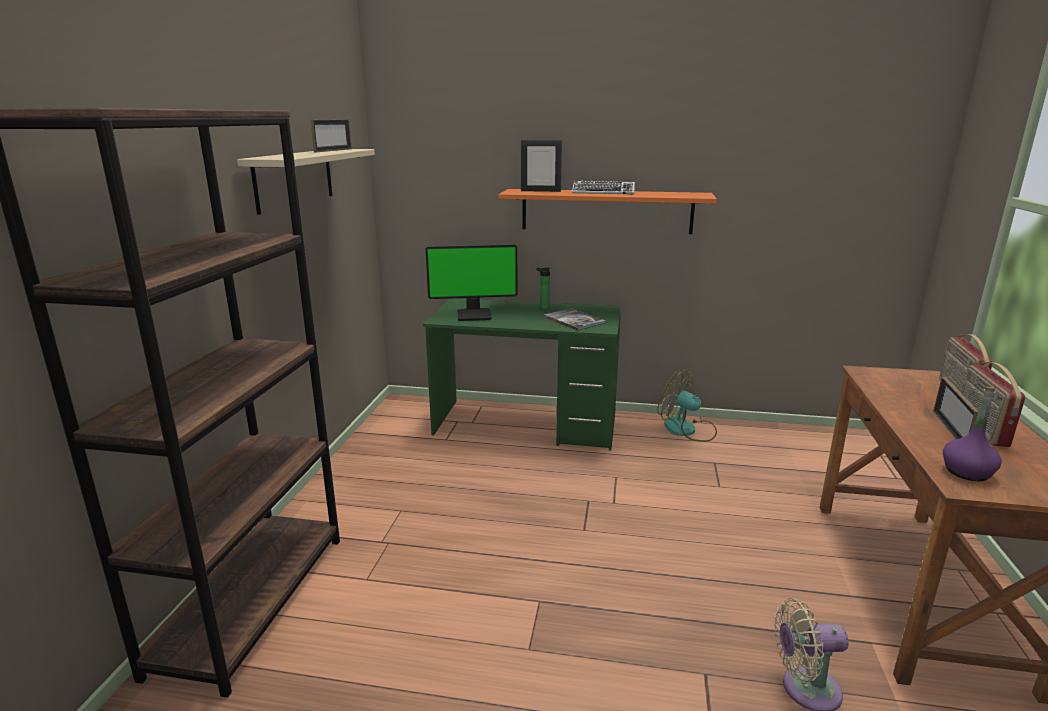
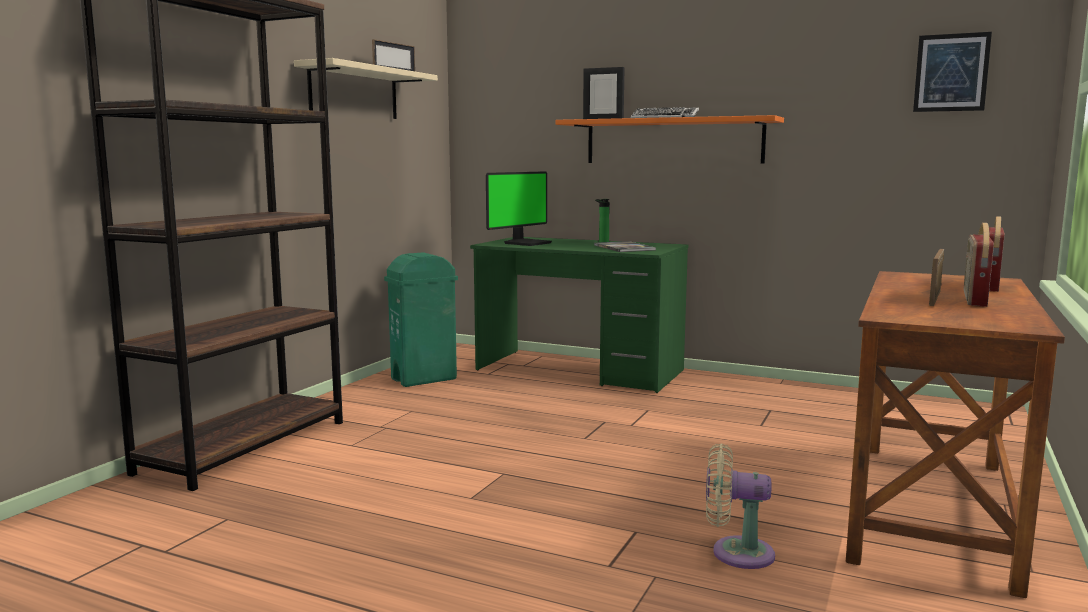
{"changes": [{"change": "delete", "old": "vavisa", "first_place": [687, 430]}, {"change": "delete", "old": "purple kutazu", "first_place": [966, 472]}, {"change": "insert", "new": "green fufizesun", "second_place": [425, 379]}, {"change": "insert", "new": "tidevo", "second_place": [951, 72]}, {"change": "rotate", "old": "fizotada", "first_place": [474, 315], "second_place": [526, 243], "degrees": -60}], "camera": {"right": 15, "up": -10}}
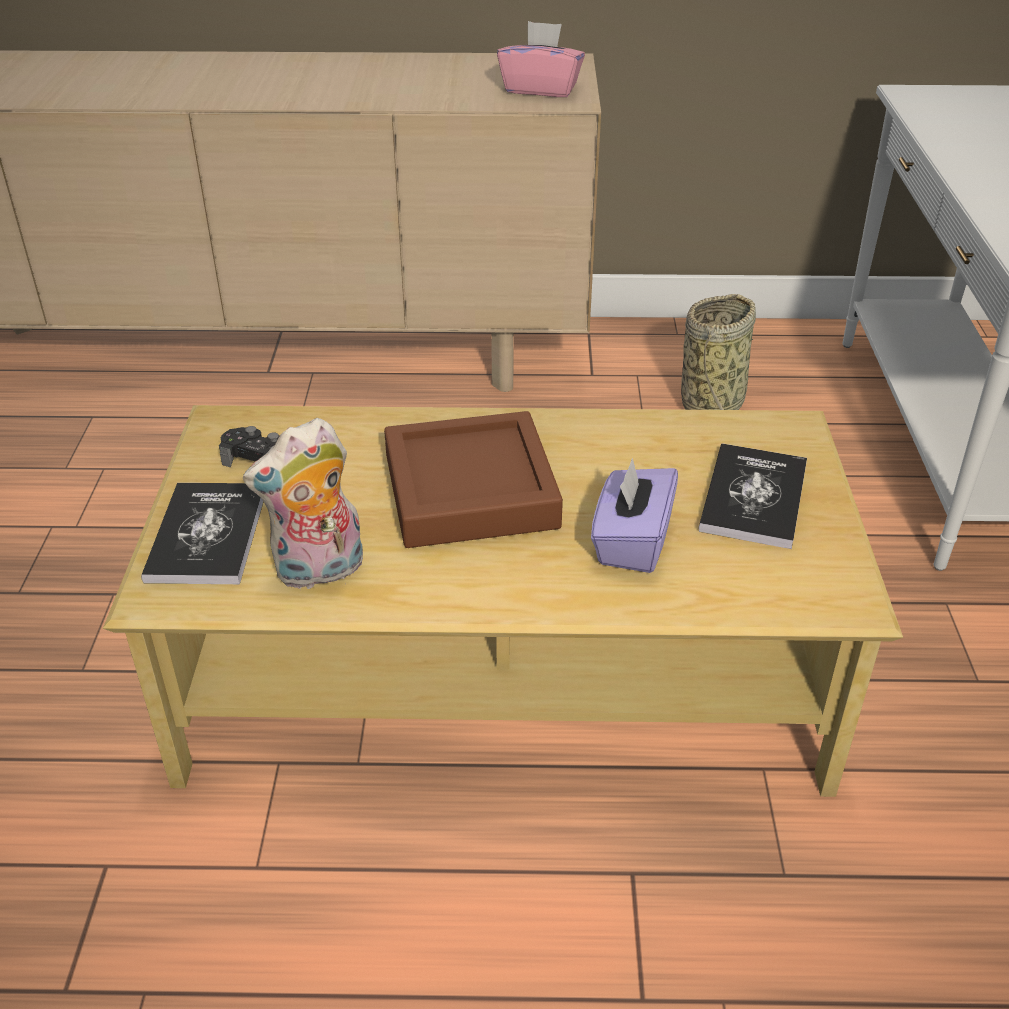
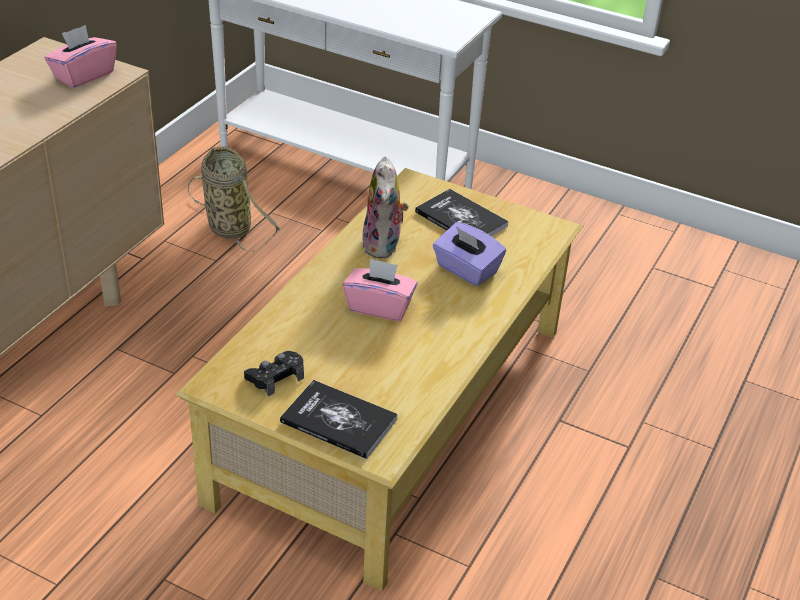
{"changes": [{"change": "move", "old": "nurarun", "first_place": [319, 572], "second_place": [384, 246]}, {"change": "replace", "old": "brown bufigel", "new": "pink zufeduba", "first_place": [470, 491], "second_place": [379, 307]}], "camera": {"right": -65, "up": 0}}
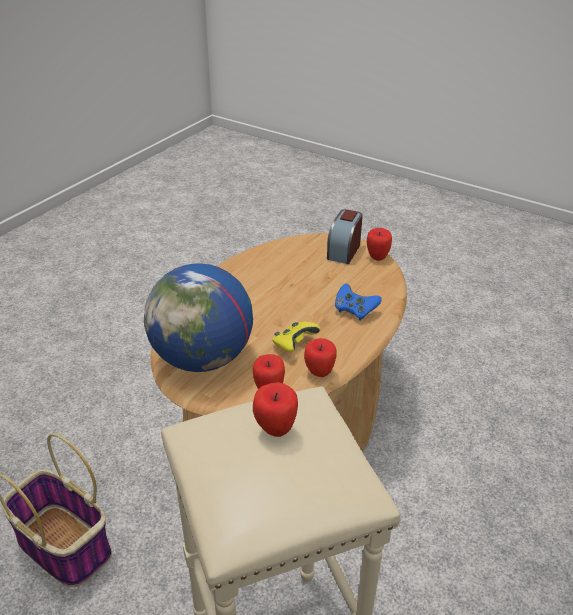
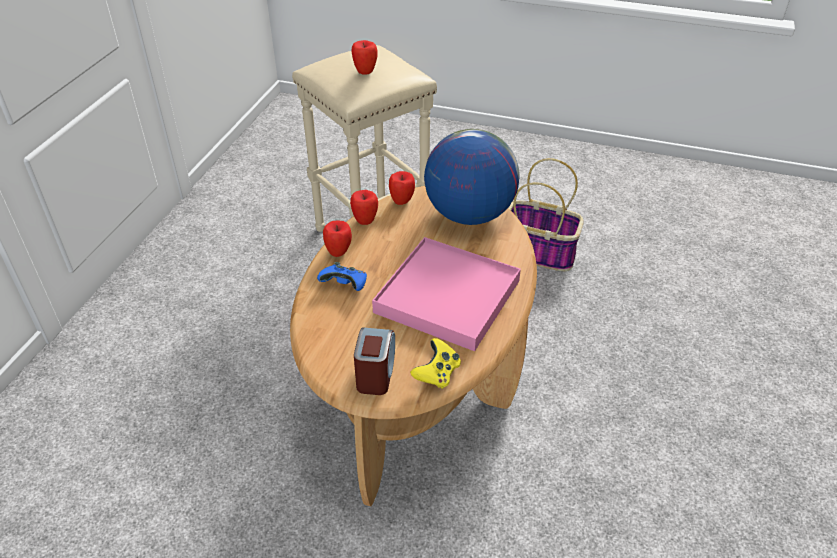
{"changes": [{"change": "insert", "new": "pink bufigel", "second_place": [448, 296]}, {"change": "move", "old": "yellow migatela", "first_place": [294, 345], "second_place": [437, 374]}, {"change": "move", "old": "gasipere", "first_place": [377, 257], "second_place": [338, 253]}], "camera": {"right": 165, "up": 5}}
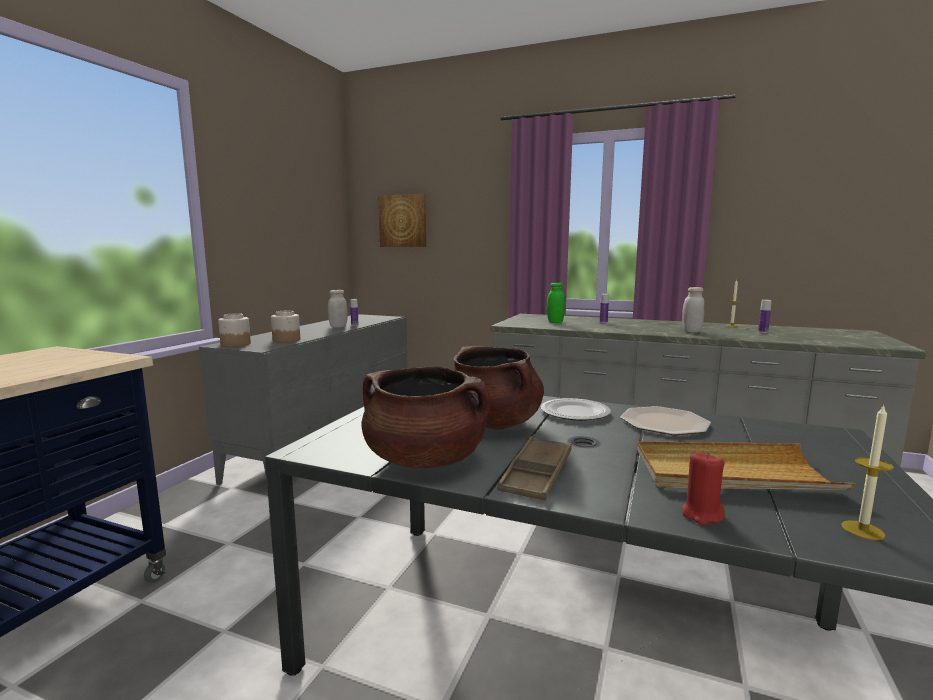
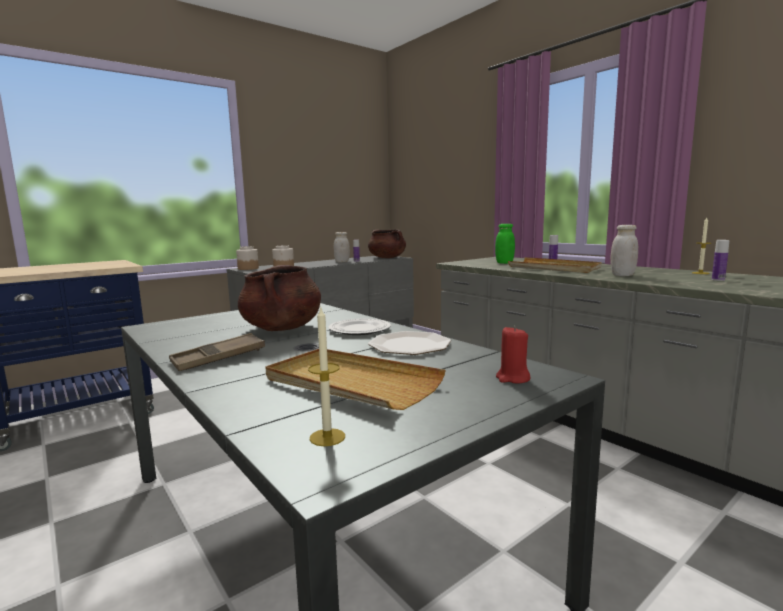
{"changes": [{"change": "delete", "old": "tidevo", "first_place": [403, 221]}, {"change": "insert", "new": "beige bufigel", "second_place": [554, 268]}, {"change": "move", "old": "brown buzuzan", "first_place": [425, 460], "second_place": [387, 258]}, {"change": "move", "old": "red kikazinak", "first_place": [702, 515], "second_place": [512, 378]}], "camera": {"right": 30, "up": 0}}
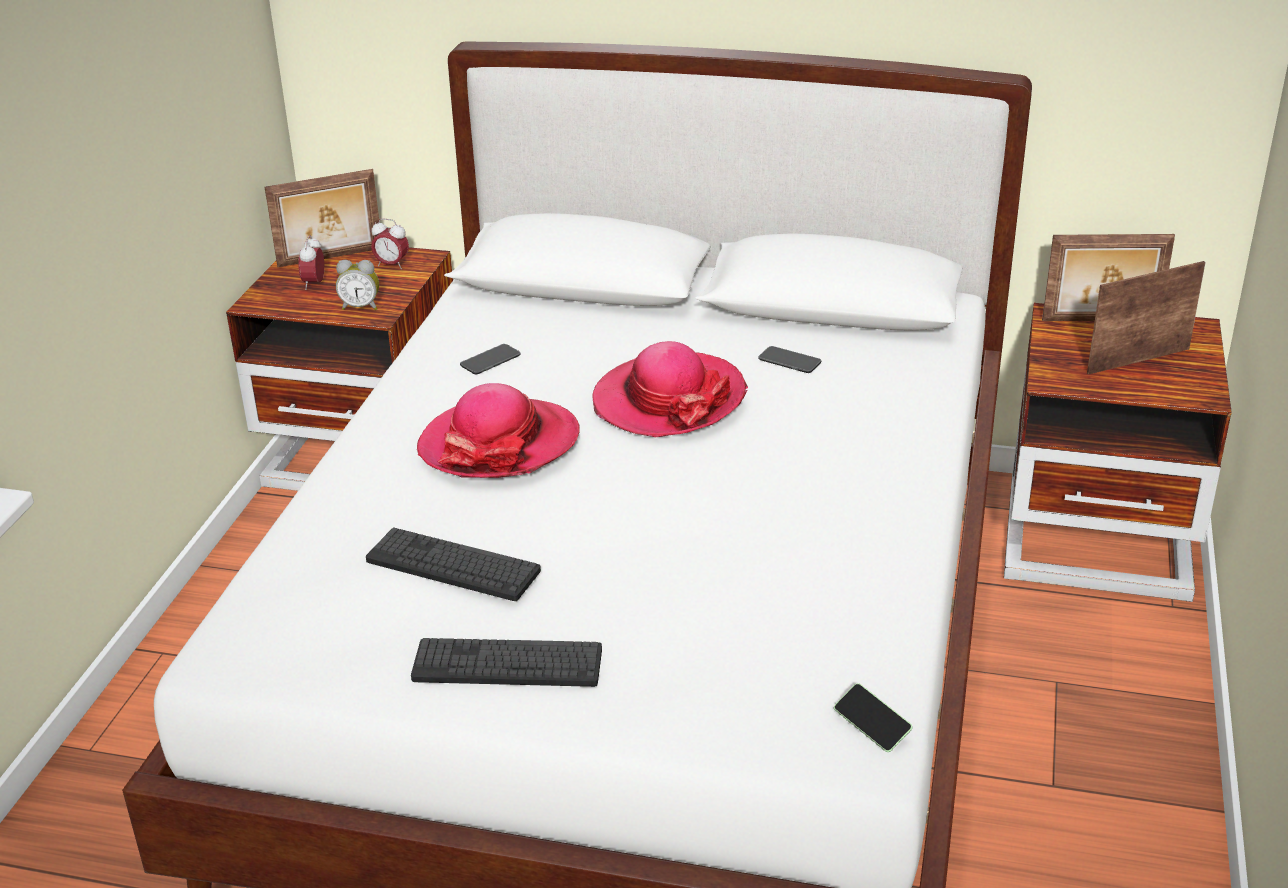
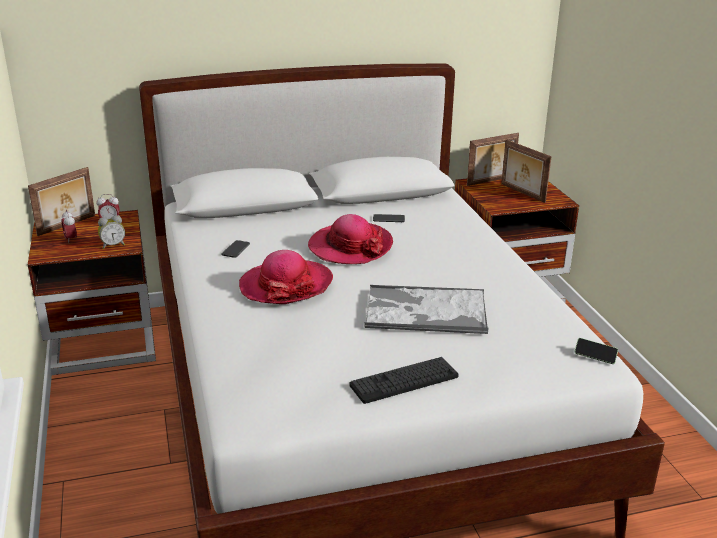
{"changes": [{"change": "delete", "old": "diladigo", "first_place": [453, 566]}, {"change": "insert", "new": "bufigel", "second_place": [424, 311]}, {"change": "rotate", "old": "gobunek", "first_place": [1137, 360], "second_place": [522, 193], "degrees": -75}], "camera": {"right": -30, "up": -5}}
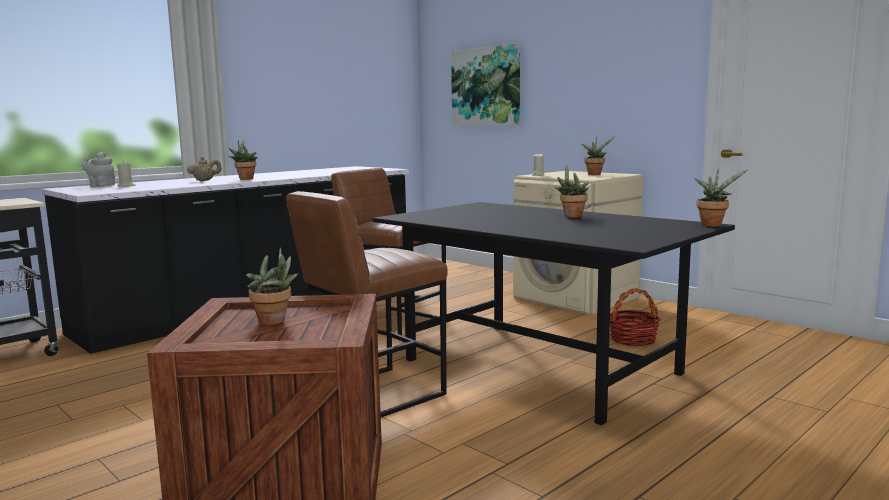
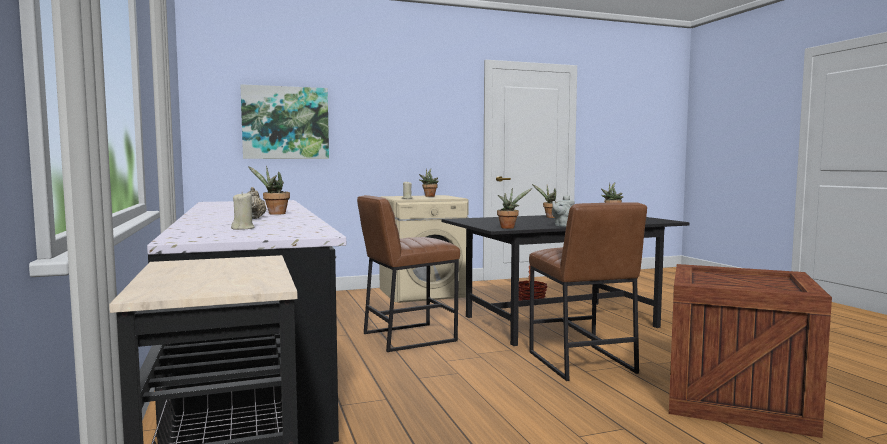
{"changes": [{"change": "move", "old": "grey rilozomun", "first_place": [100, 186], "second_place": [563, 226]}, {"change": "move", "old": "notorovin", "first_place": [275, 322], "second_place": [509, 227]}], "camera": {"right": -65, "up": -5}}
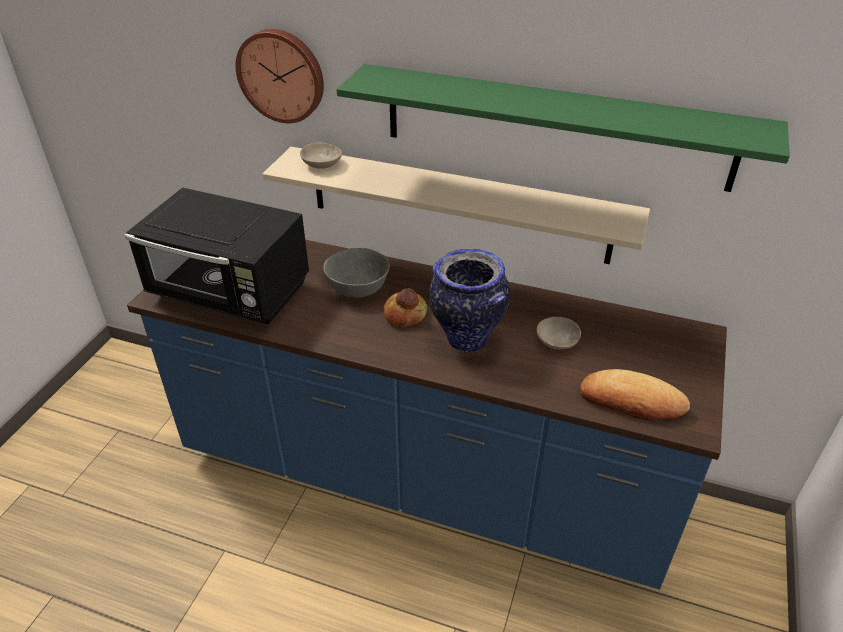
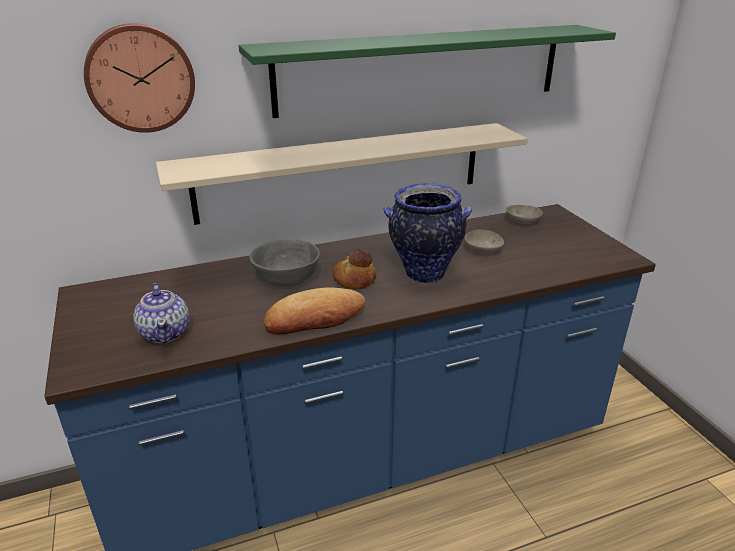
{"changes": [{"change": "move", "old": "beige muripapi", "first_place": [320, 164], "second_place": [522, 221]}, {"change": "move", "old": "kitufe", "first_place": [631, 401], "second_place": [315, 318]}, {"change": "replace", "old": "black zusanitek", "new": "rilozomun", "first_place": [231, 293], "second_place": [165, 332]}], "camera": {"right": -40, "up": -10}}
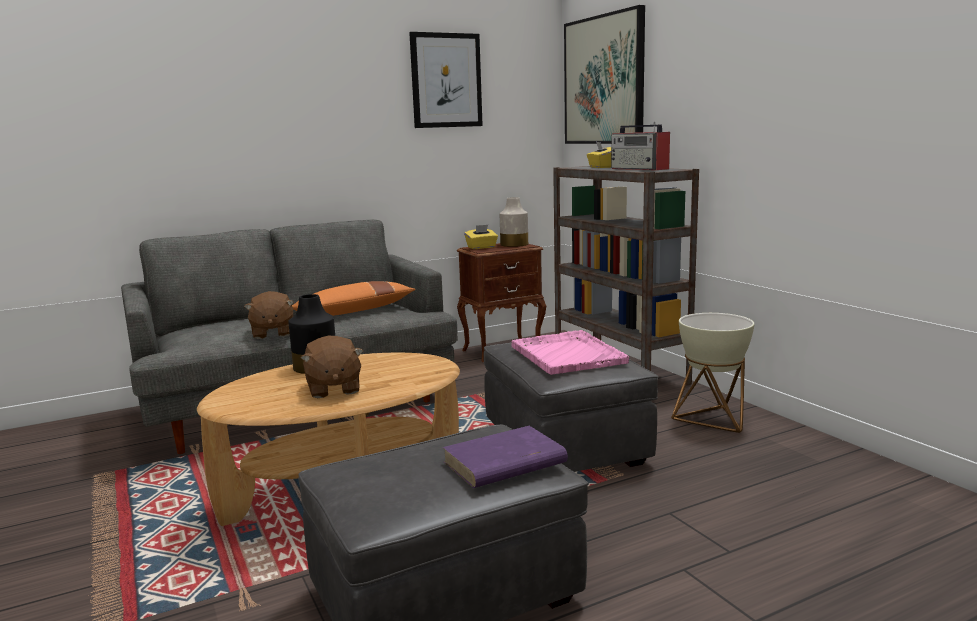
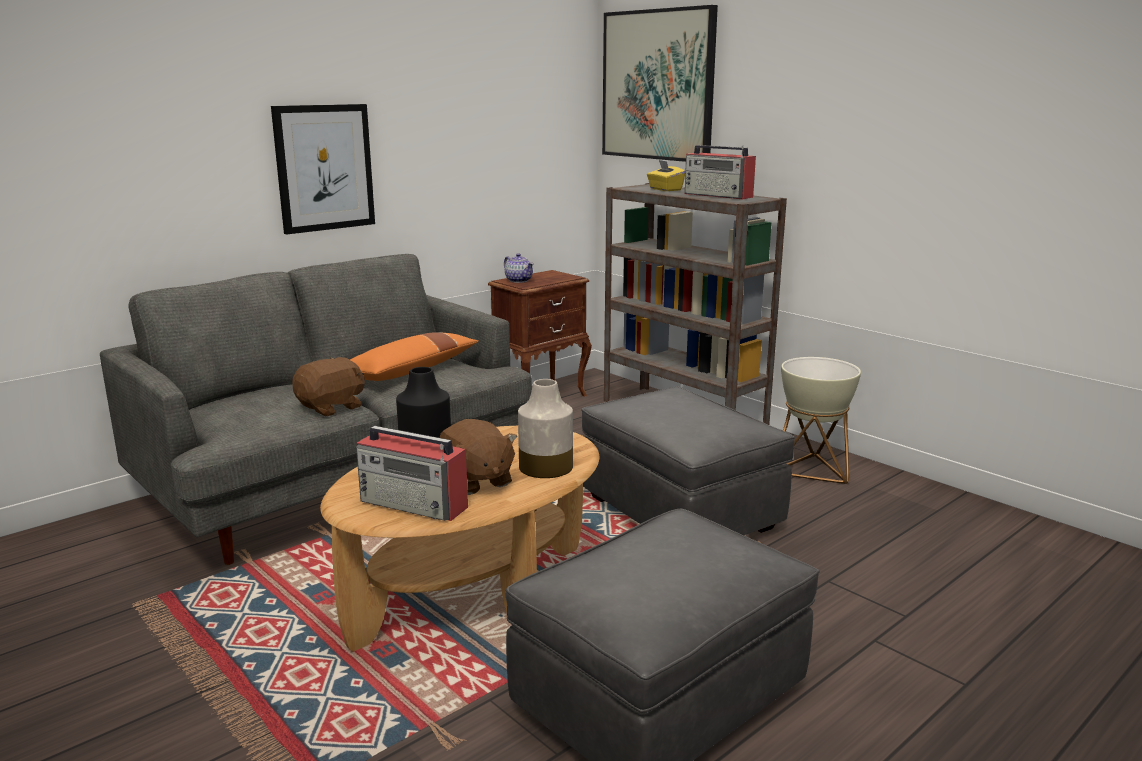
{"changes": [{"change": "delete", "old": "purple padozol", "first_place": [503, 463]}, {"change": "delete", "old": "pink bufigel", "first_place": [567, 354]}, {"change": "insert", "new": "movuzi", "second_place": [415, 504]}, {"change": "move", "old": "tidevo", "first_place": [446, 80], "second_place": [324, 168]}, {"change": "move", "old": "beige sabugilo", "first_place": [514, 244], "second_place": [545, 466]}, {"change": "replace", "old": "yellow zufeduba", "new": "rilozomun", "first_place": [481, 247], "second_place": [519, 280]}, {"change": "rotate", "old": "brown nurarun", "first_place": [272, 333], "second_place": [332, 407], "degrees": -105}], "camera": {"right": -15, "up": 5}}
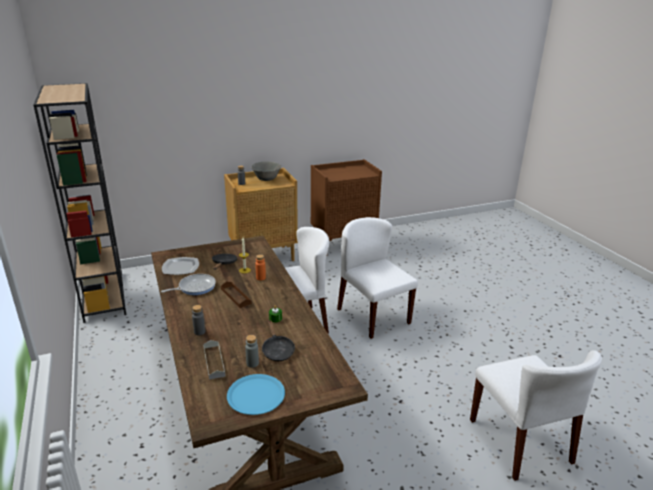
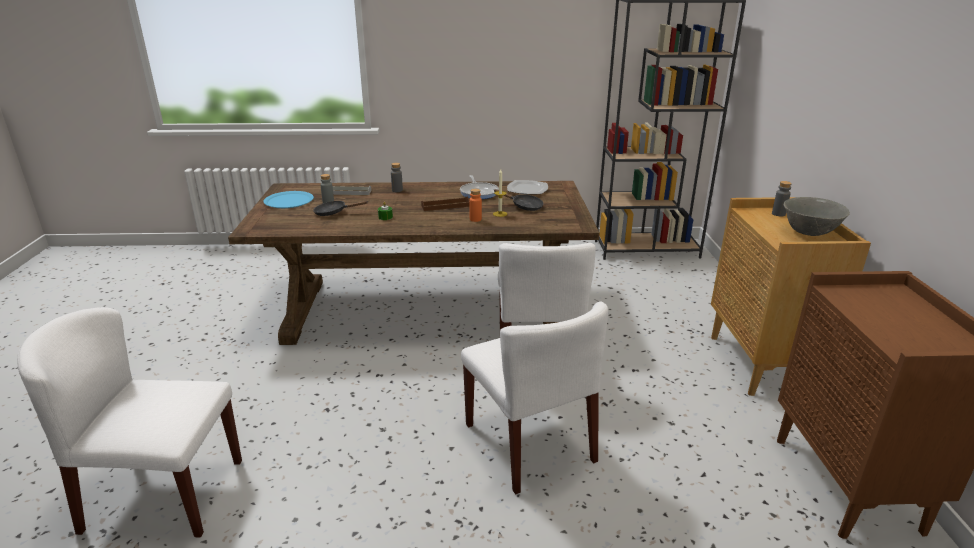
{"changes": [{"change": "rotate", "old": "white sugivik", "first_place": [373, 316], "second_place": [530, 443], "degrees": 75}], "camera": {"right": 110, "up": 0}}
